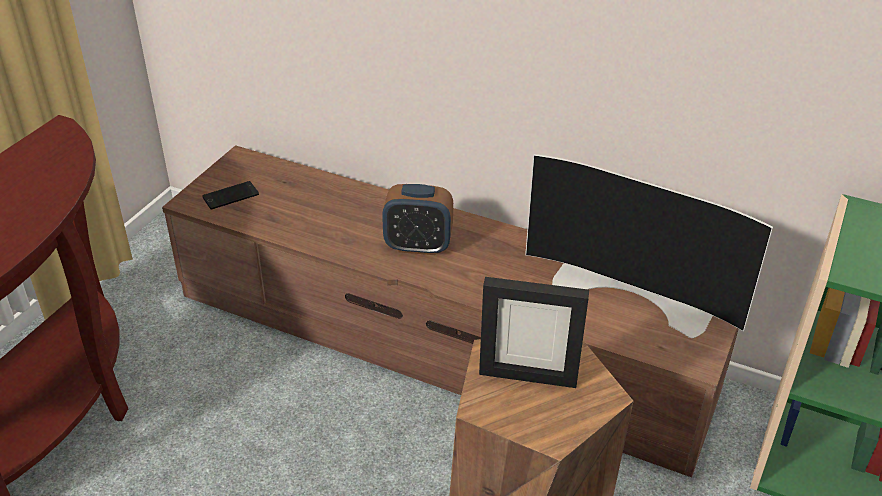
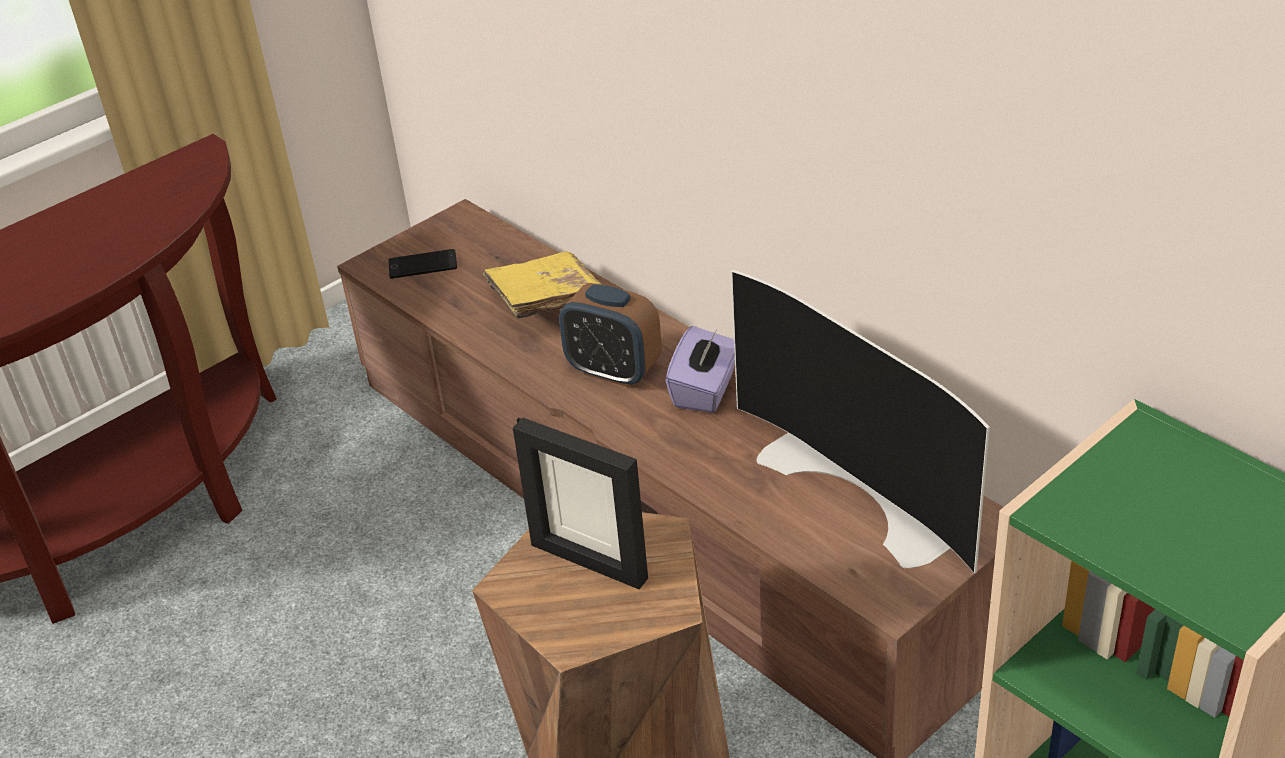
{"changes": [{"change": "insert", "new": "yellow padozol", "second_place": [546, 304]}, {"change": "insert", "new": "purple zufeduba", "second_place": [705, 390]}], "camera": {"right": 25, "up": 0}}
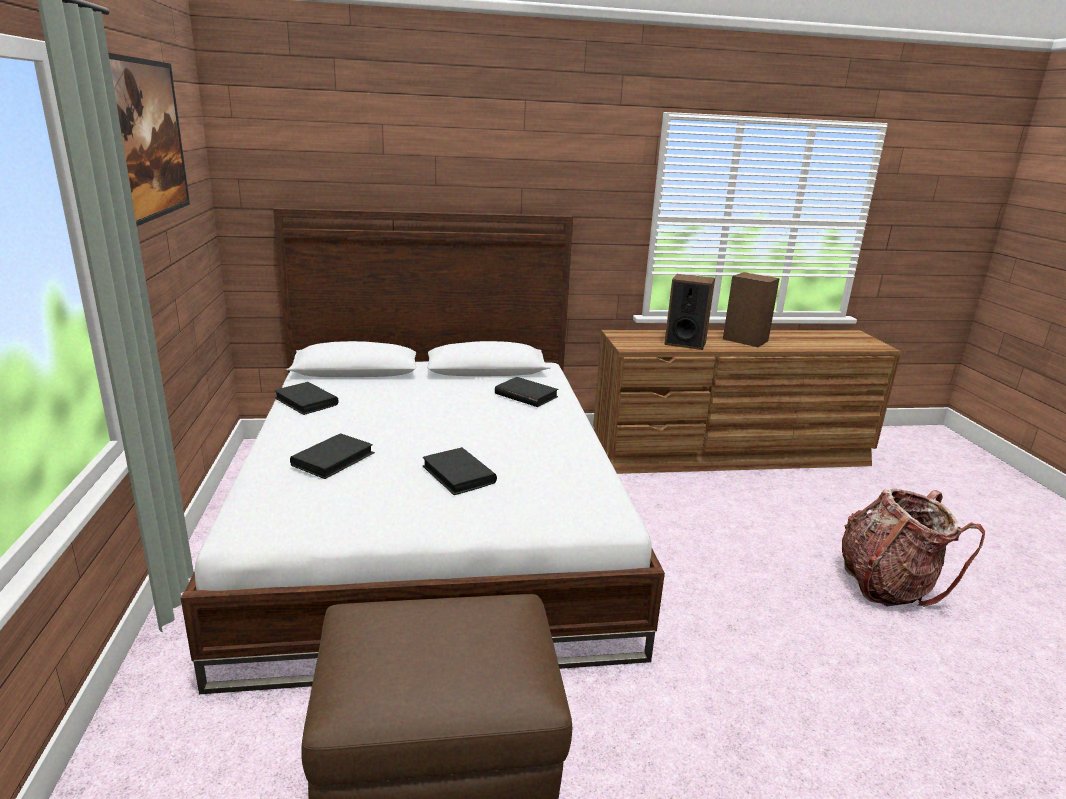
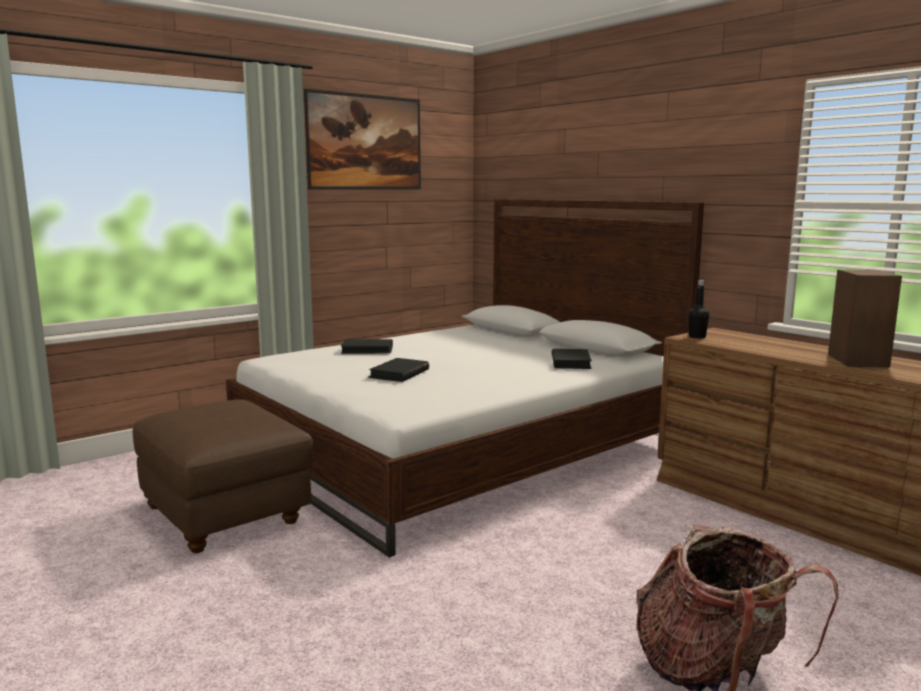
{"changes": [{"change": "delete", "old": "black padozol", "first_place": [306, 401]}, {"change": "delete", "old": "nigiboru", "first_place": [685, 343]}, {"change": "insert", "new": "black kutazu", "second_place": [697, 337]}], "camera": {"right": 60, "up": -10}}
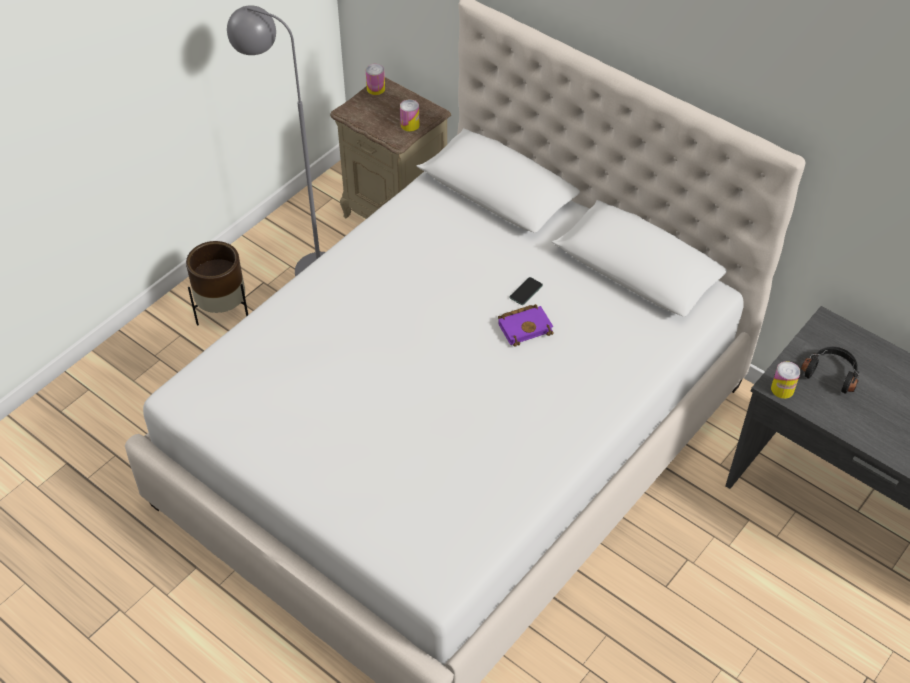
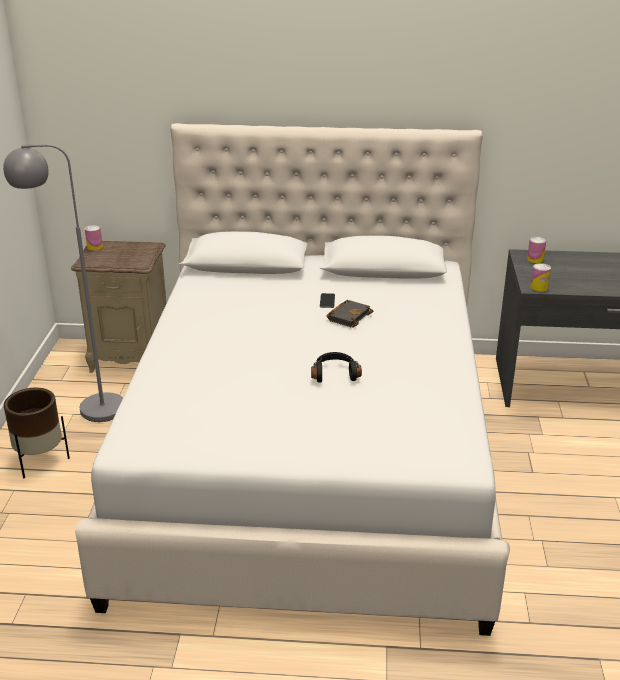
{"changes": [{"change": "move", "old": "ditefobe", "first_place": [410, 125], "second_place": [535, 259]}, {"change": "move", "old": "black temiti", "first_place": [831, 373], "second_place": [335, 374]}, {"change": "recolor", "old": "purple padozol", "new": "black padozol", "first_place": [525, 326], "second_place": [349, 316]}], "camera": {"right": -35, "up": -20}}
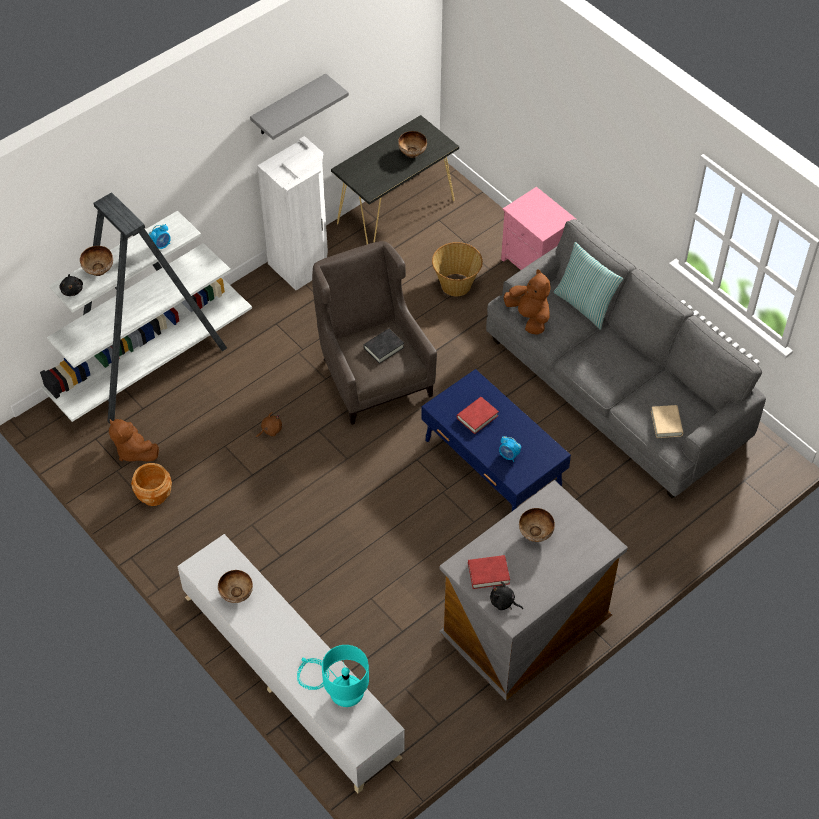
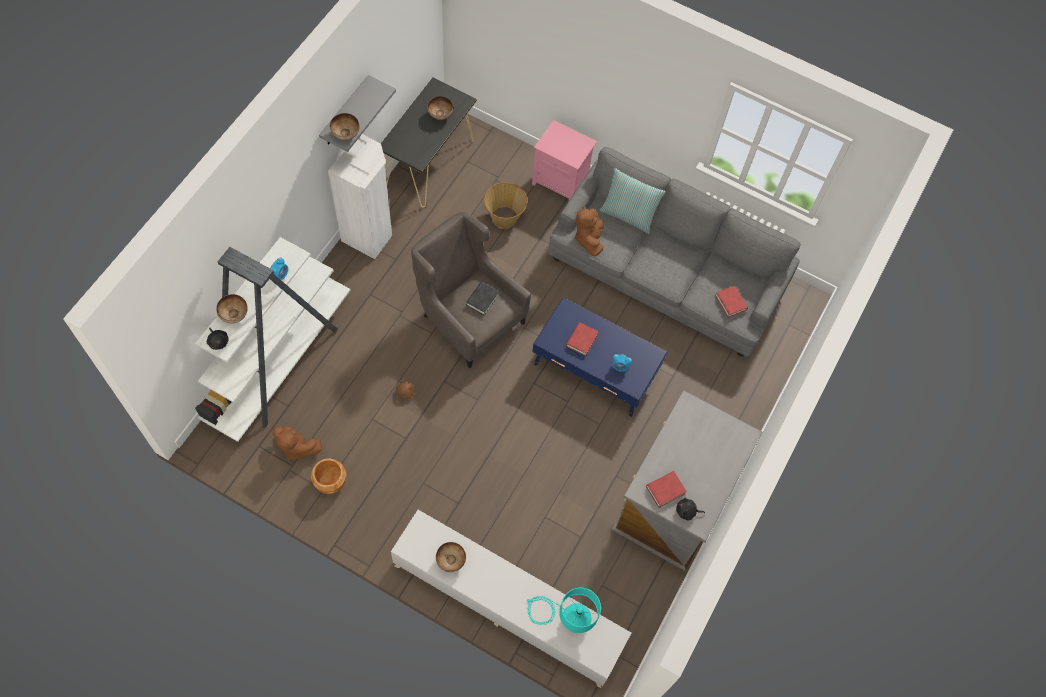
{"changes": [{"change": "move", "old": "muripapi", "first_place": [535, 534], "second_place": [346, 135]}, {"change": "recolor", "old": "beige padozol", "new": "red padozol", "first_place": [666, 423], "second_place": [730, 302]}, {"change": "rotate", "old": "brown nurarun", "first_place": [529, 317], "second_place": [589, 239], "degrees": -120}], "camera": {"right": -25, "up": 10}}
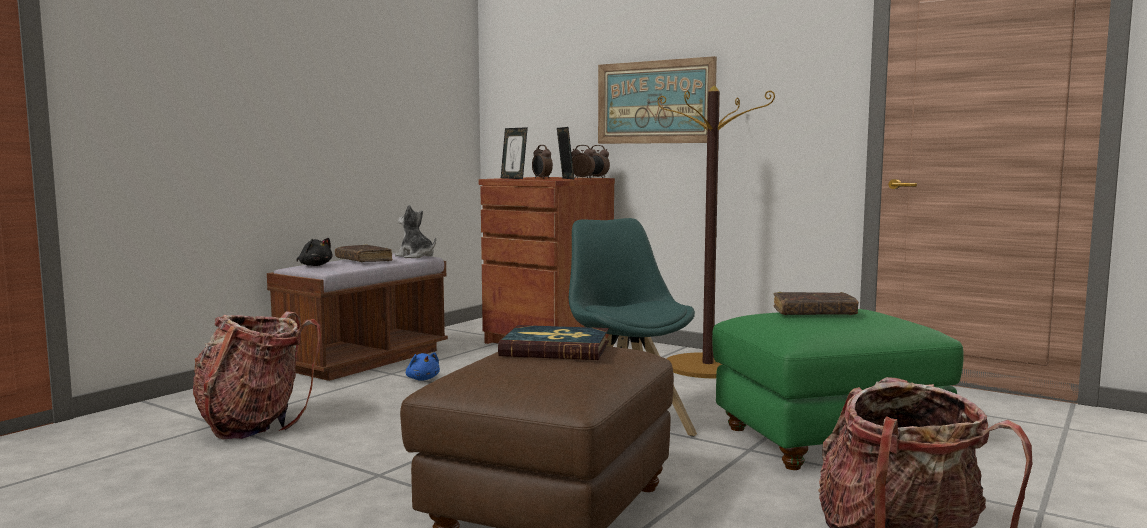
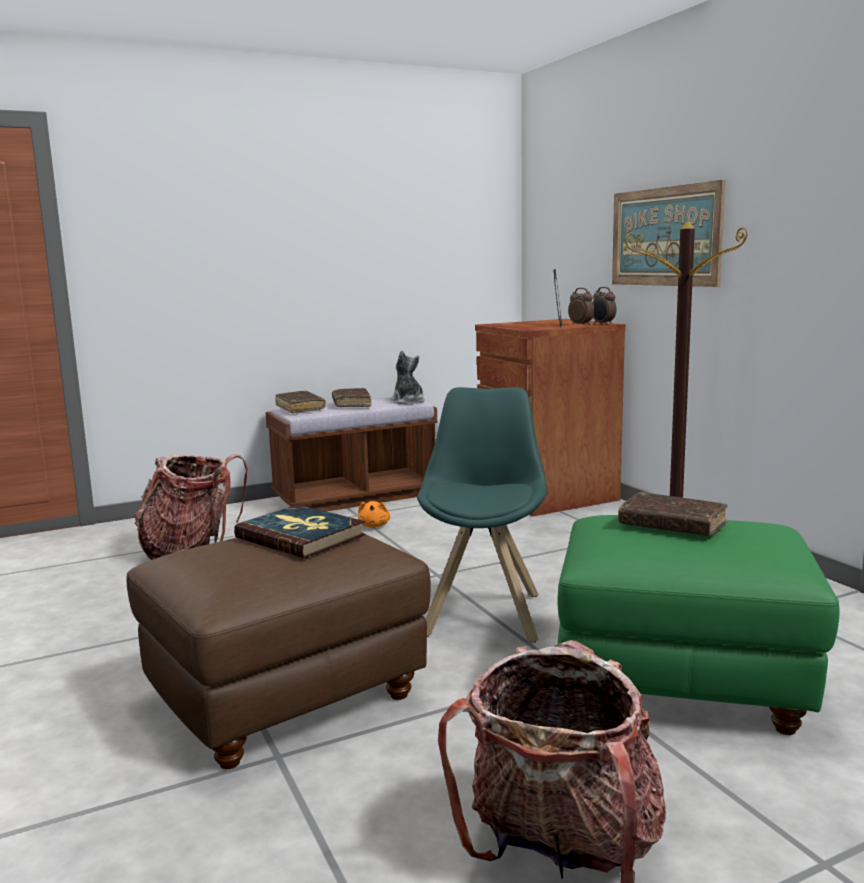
{"changes": [{"change": "delete", "old": "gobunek", "first_place": [514, 178]}, {"change": "delete", "old": "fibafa", "first_place": [541, 178]}, {"change": "replace", "old": "black nurarun", "new": "brown padozol", "first_place": [315, 265], "second_place": [300, 408]}, {"change": "recolor", "old": "blue nurarun", "new": "orange nurarun", "first_place": [422, 379], "second_place": [374, 525]}], "camera": {"right": 30, "up": 5}}
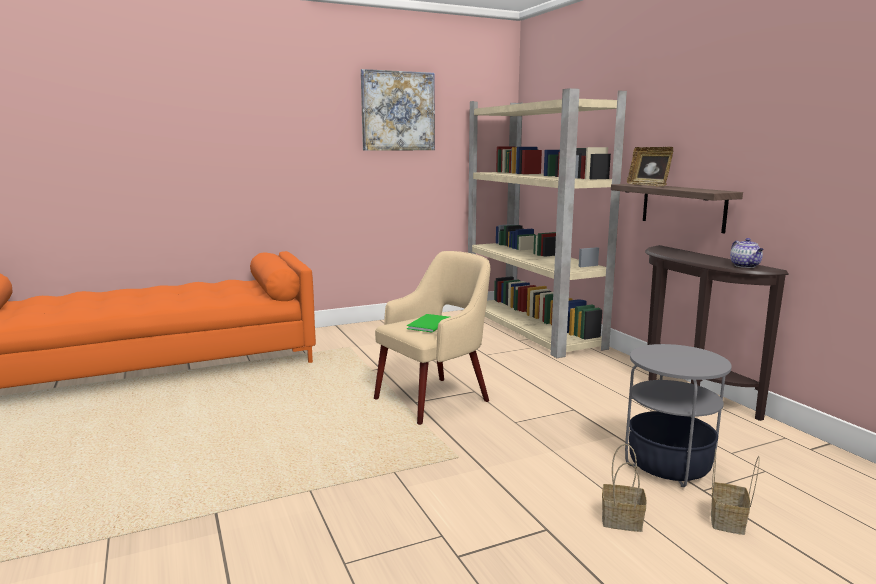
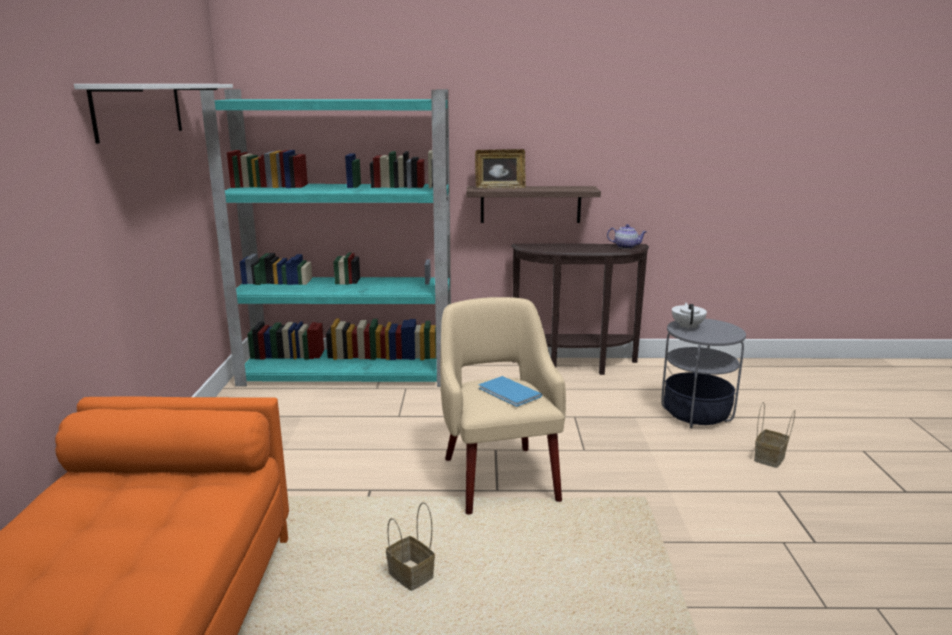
{"changes": [{"change": "insert", "new": "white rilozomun", "second_place": [687, 327]}, {"change": "move", "old": "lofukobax", "first_place": [728, 522], "second_place": [412, 576]}, {"change": "replace", "old": "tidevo", "new": "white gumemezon", "first_place": [398, 111], "second_place": [139, 110]}, {"change": "recolor", "old": "green padozol", "new": "blue padozol", "first_place": [428, 324], "second_place": [509, 393]}, {"change": "recolor", "old": "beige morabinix", "new": "turquoise morabinix", "first_place": [531, 328], "second_place": [348, 372]}], "camera": {"right": -65, "up": 5}}
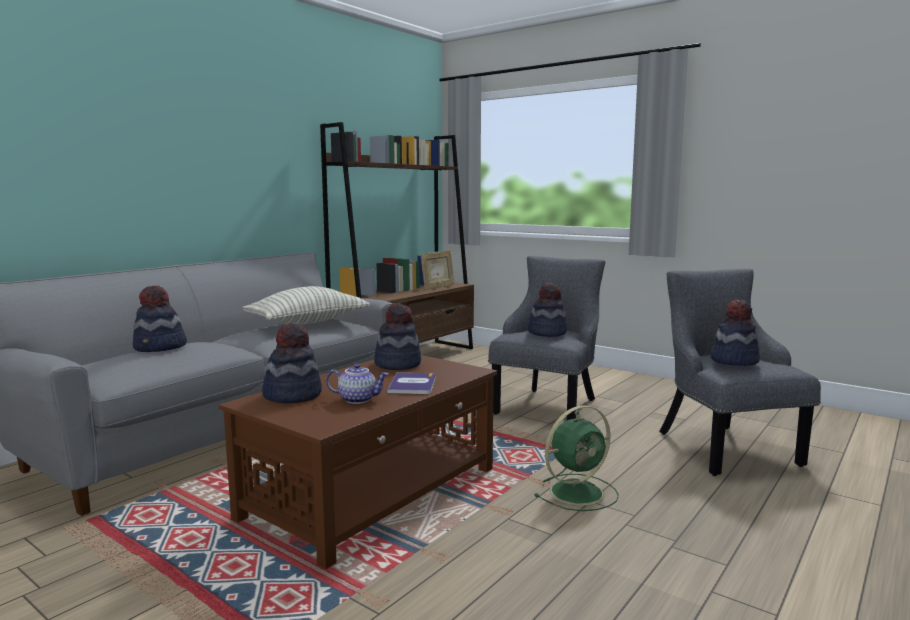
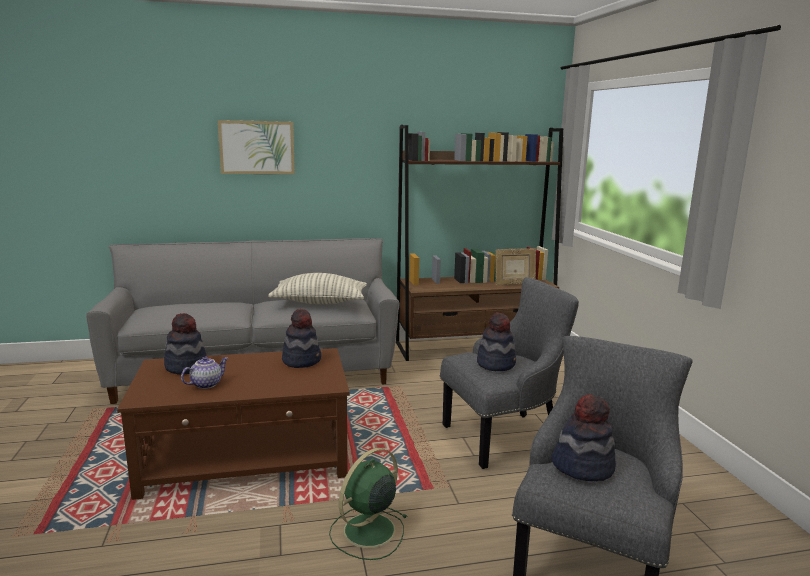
{"changes": [{"change": "delete", "old": "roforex", "first_place": [160, 347]}, {"change": "delete", "old": "padozol", "first_place": [412, 384]}, {"change": "insert", "new": "tidevo", "second_place": [257, 147]}, {"change": "rotate", "old": "rilozomun", "first_place": [358, 399], "second_place": [206, 384], "degrees": -90}, {"change": "rotate", "old": "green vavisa", "first_place": [578, 492], "second_place": [367, 531], "degrees": 120}], "camera": {"right": 40, "up": 5}}
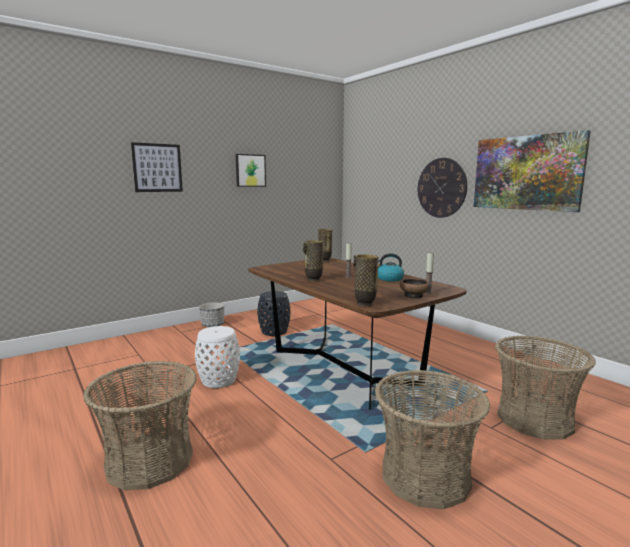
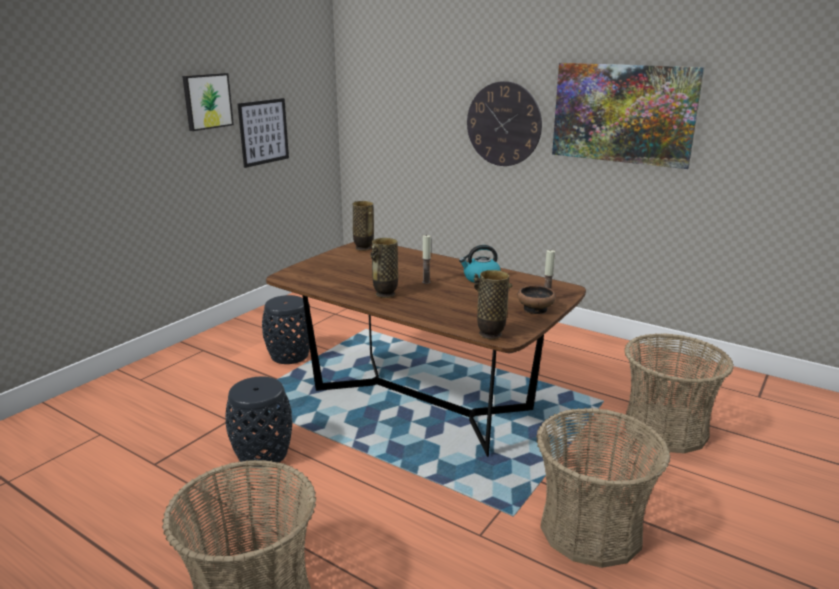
{"changes": [{"change": "delete", "old": "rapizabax", "first_place": [212, 325]}, {"change": "move", "old": "tidevo", "first_place": [157, 168], "second_place": [263, 132]}, {"change": "recolor", "old": "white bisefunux", "new": "black bisefunux", "first_place": [218, 380], "second_place": [262, 454]}], "camera": {"right": -20, "up": 10}}
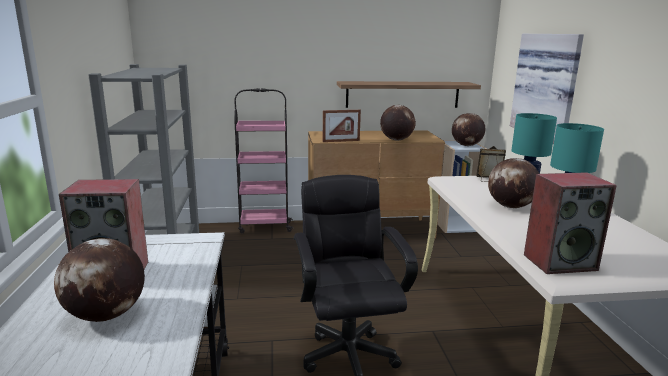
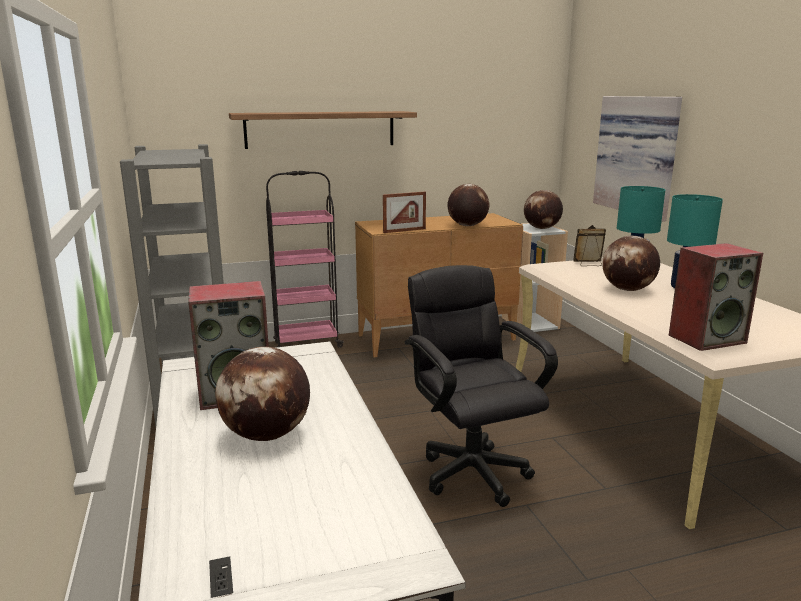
{"changes": [{"change": "move", "old": "gumemezon", "first_place": [402, 94], "second_place": [320, 129]}], "camera": {"right": -10, "up": 0}}
